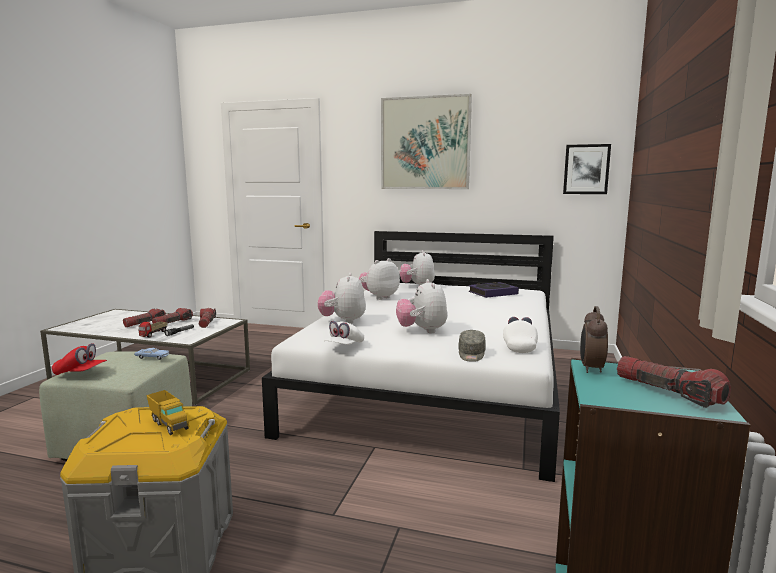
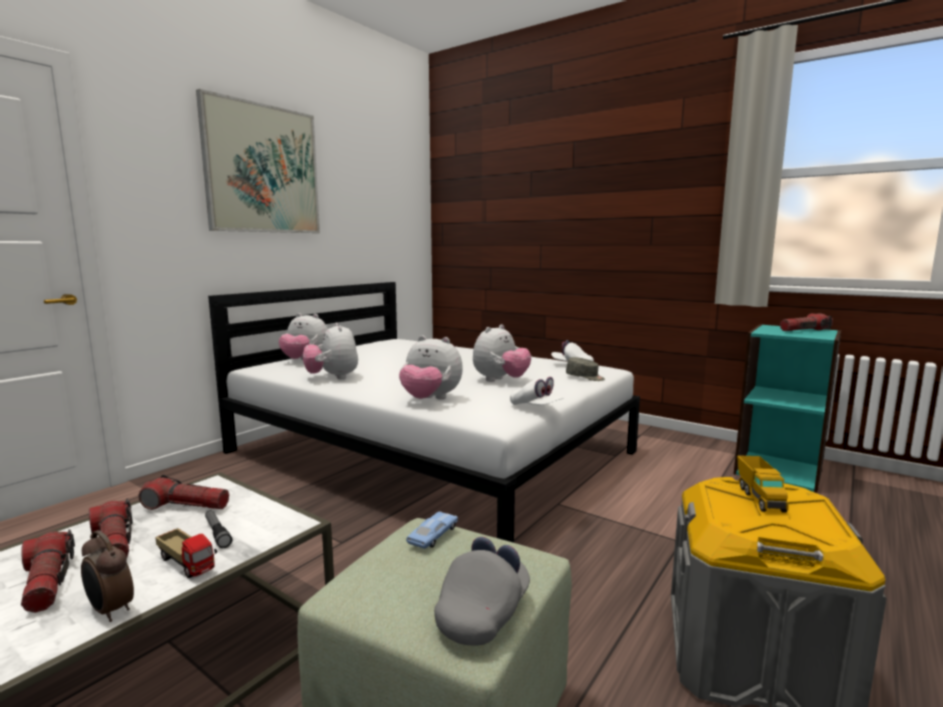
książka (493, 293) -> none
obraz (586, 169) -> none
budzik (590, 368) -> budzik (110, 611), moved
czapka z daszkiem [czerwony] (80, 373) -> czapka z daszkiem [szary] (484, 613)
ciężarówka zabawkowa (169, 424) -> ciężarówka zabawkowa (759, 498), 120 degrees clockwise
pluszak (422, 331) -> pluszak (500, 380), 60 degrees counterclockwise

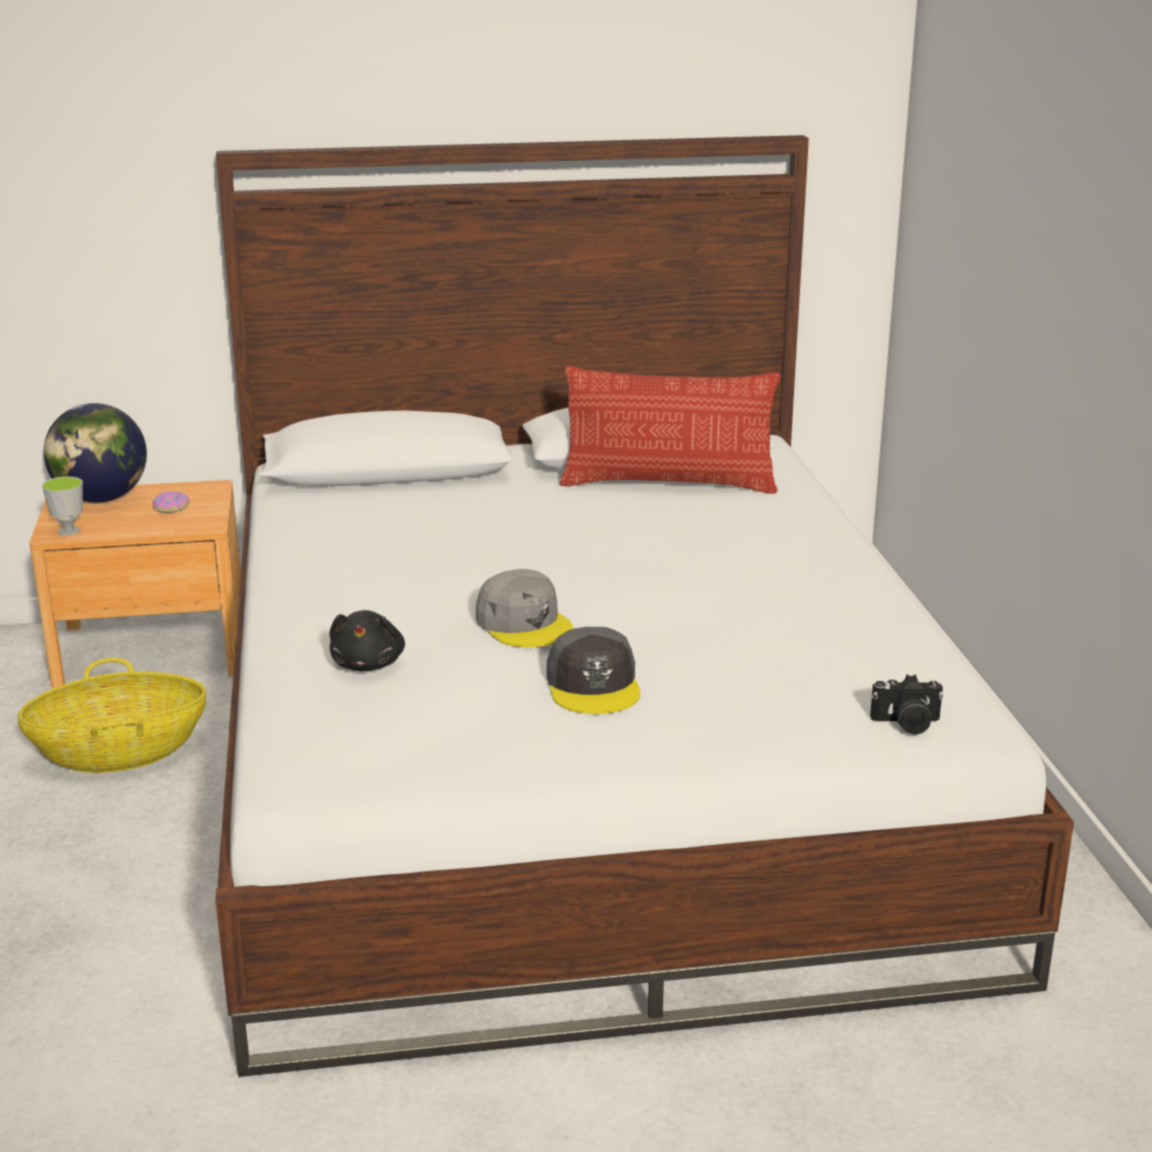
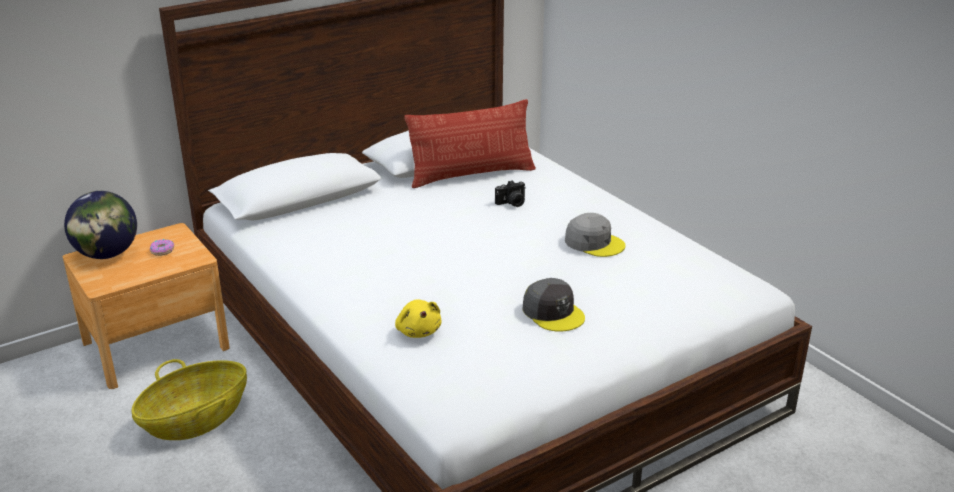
filiżanka (69, 531) -> none
czapka z daszkiem [szary] (524, 623) -> czapka z daszkiem [szary] (594, 243), moved
aparat fotograficzny (906, 724) -> aparat fotograficzny (512, 203), moved
pluszak [czarny] (368, 664) -> pluszak [żółty] (418, 331)

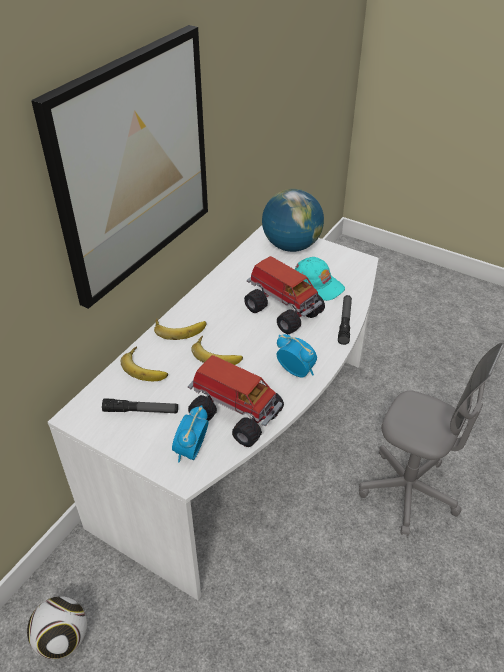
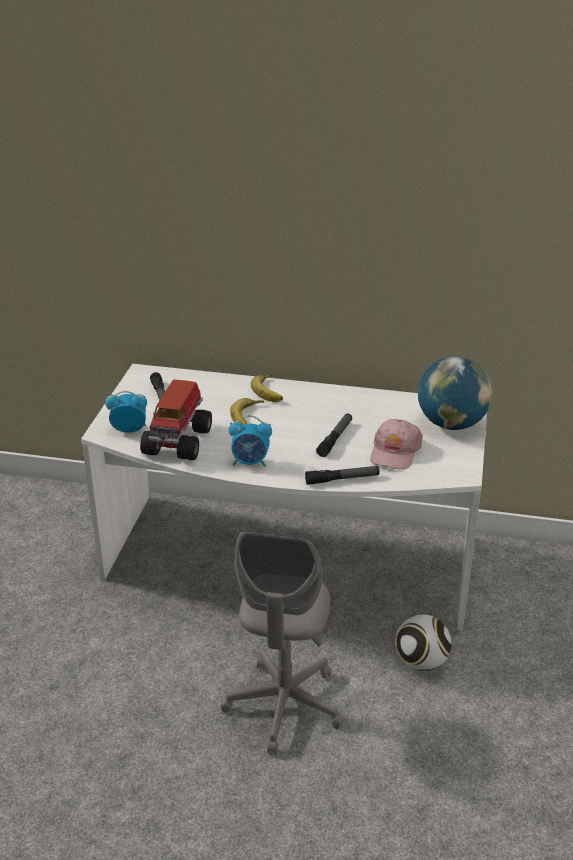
obraz (133, 166) -> none
banan (146, 367) -> none
piłka futbolowa (63, 638) -> piłka futbolowa (421, 662), moved
ciężarówka zabawkowa (282, 310) -> latarka (335, 439)
czapka z daszkiem [turkusowy] (317, 284) -> czapka z daszkiem [różowy] (395, 451)
budzik (296, 371) -> budzik (250, 462), 75 degrees clockwise

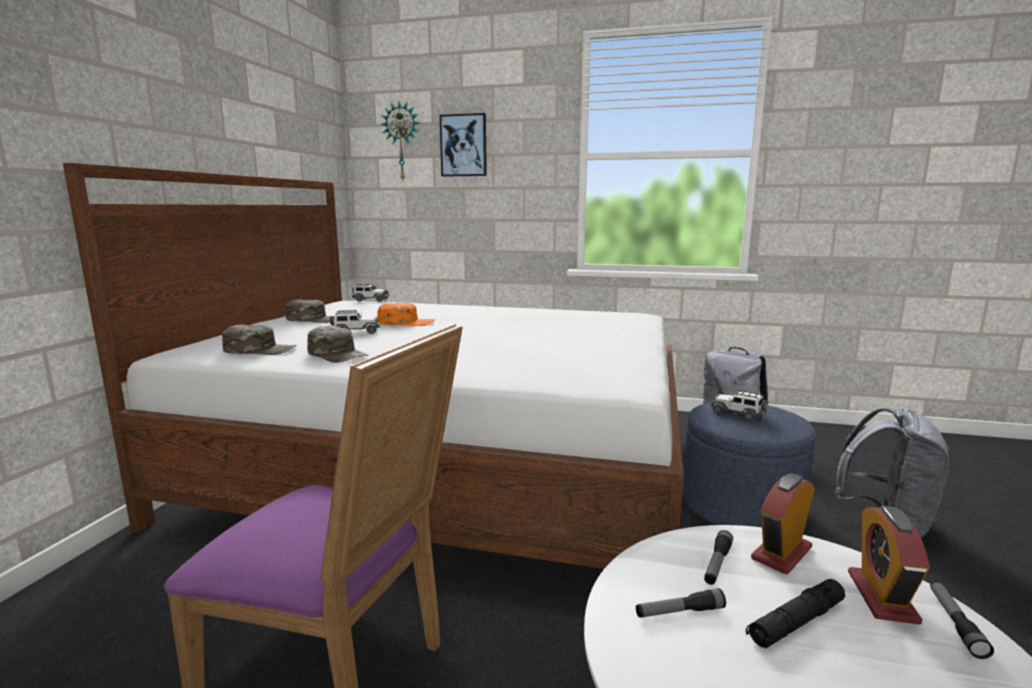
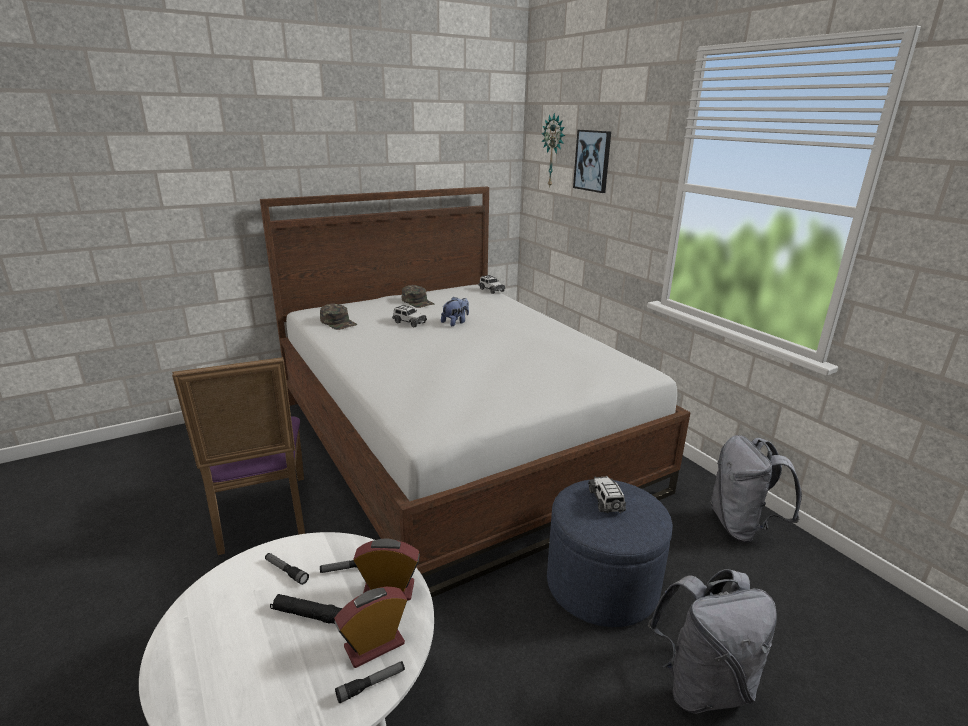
czapka z daszkiem [zielony] (338, 354) -> none
czapka z daszkiem [pomarańczowy] (406, 323) -> pluszak (455, 322)

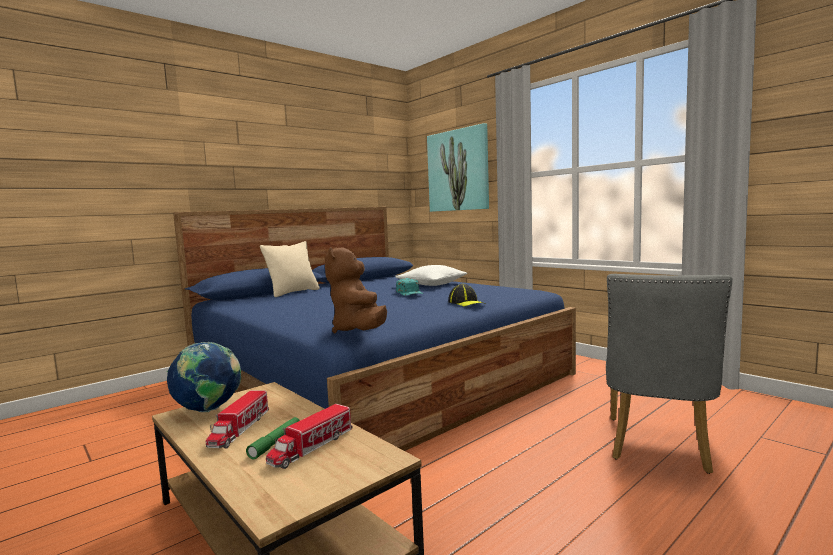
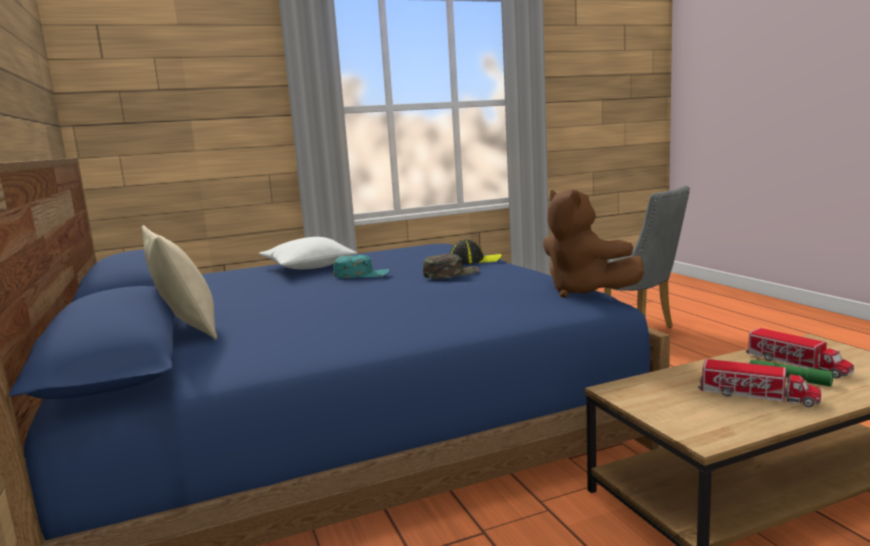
globus (209, 410) -> none
obraz (458, 170) -> none
none -> czapka z daszkiem [zielony] (450, 274)
pluszak [brązowy] (359, 331) -> pluszak [brązowy] (584, 292), 45 degrees clockwise

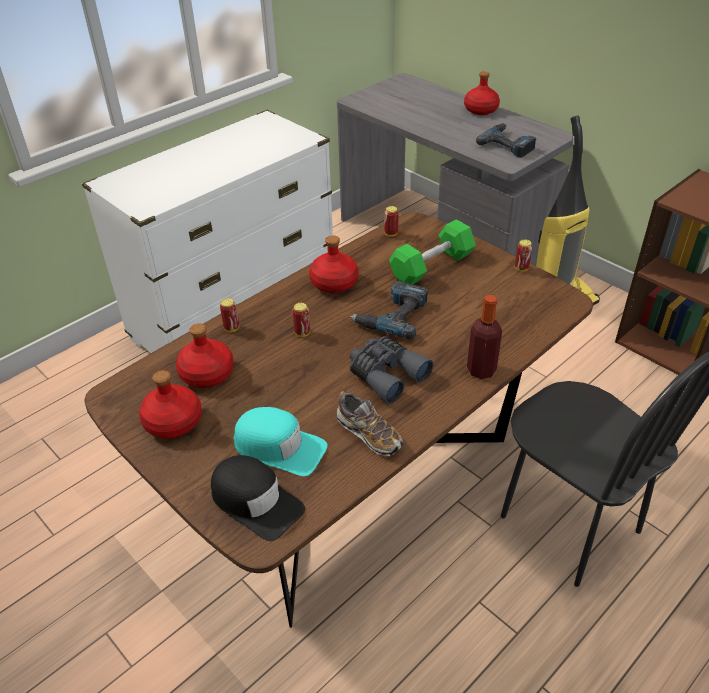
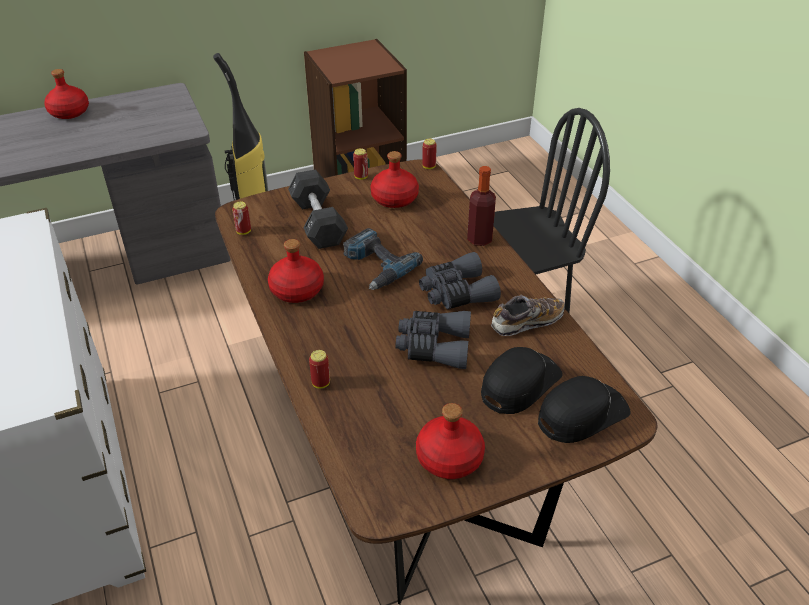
wiertarka (508, 144) -> none
none -> lornetka [szary] (434, 346)
butelka [czerwony] (207, 374) -> butelka [czerwony] (395, 199), moved
puszka (302, 333) -> puszka (429, 167), moved
czapka z daszkiem [turkusowy] (279, 447) -> czapka z daszkiem [czarny] (519, 383)
hantel [zielony] (432, 266) -> hantel [czarny] (318, 222)

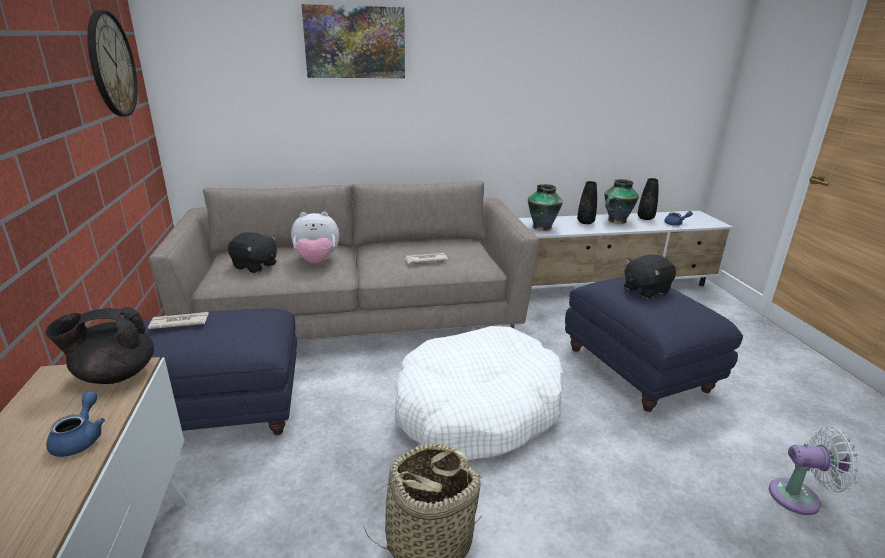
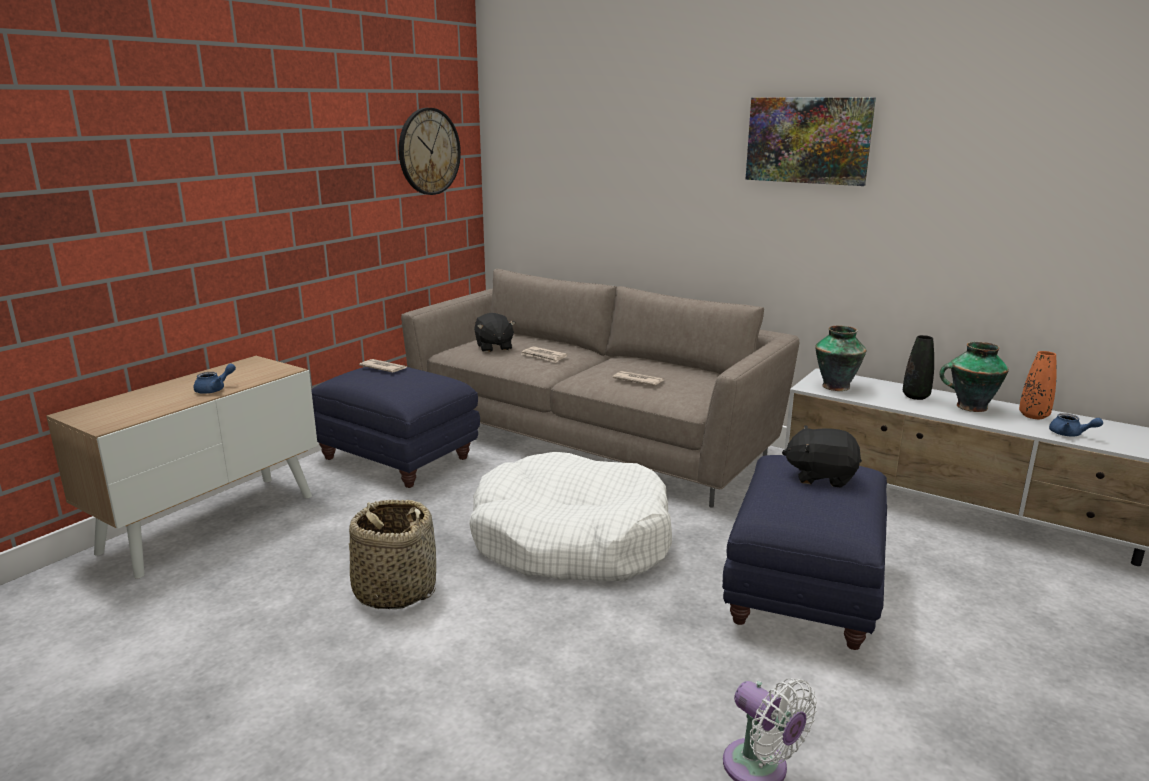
imbryk [czarny] (115, 375) -> none
obraz (355, 42) -> obraz (808, 140), moved
pluszak (317, 261) -> gazeta (544, 356)
wazon [czarny] (645, 218) -> wazon [pomarańczowy] (1033, 416)

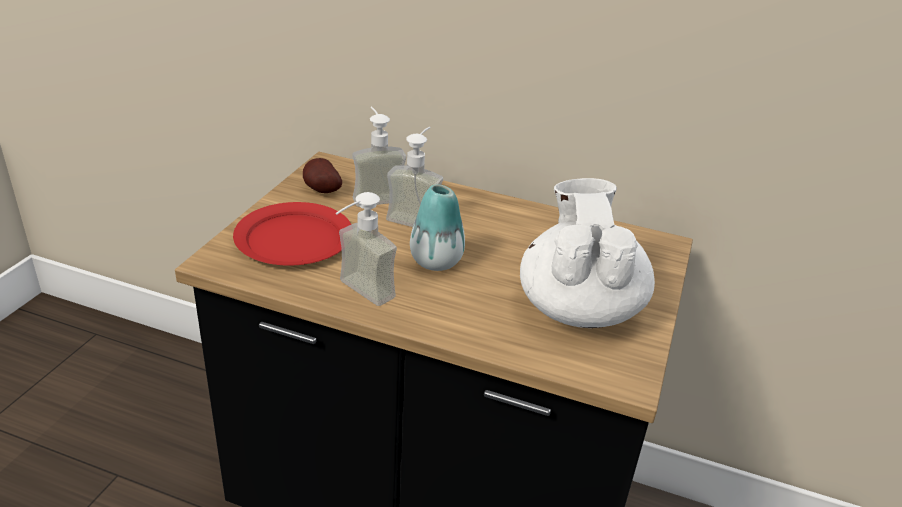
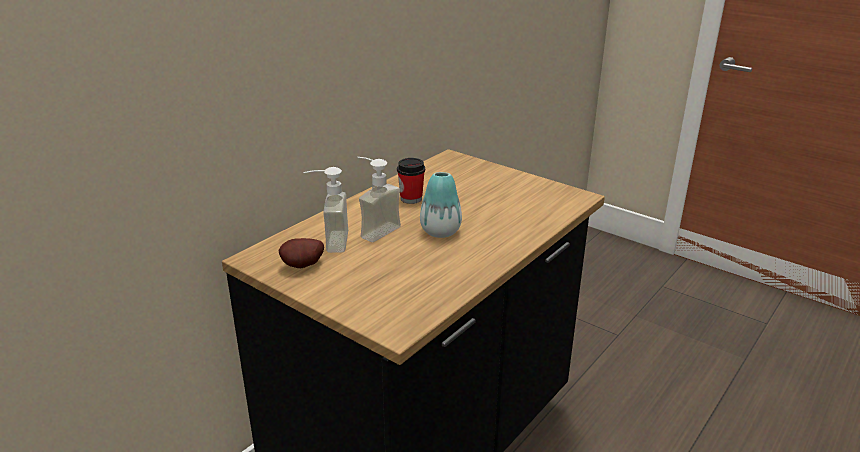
talerz [czerwony] (295, 239) -> none
dozownik mydła (357, 294) -> none
imbryk [biały] (578, 308) -> none
none -> filiżanka (411, 198)

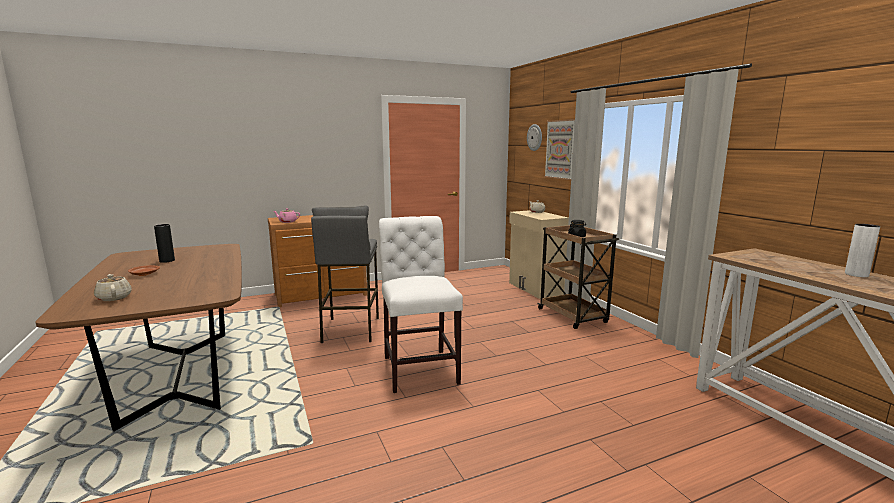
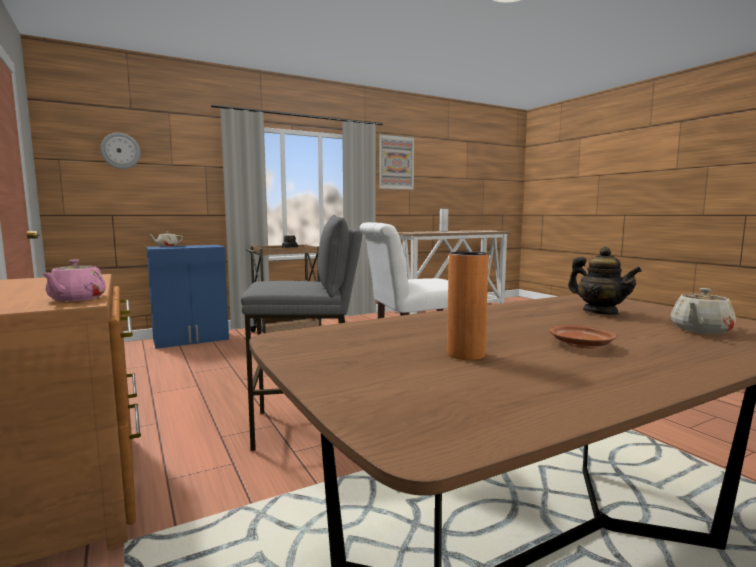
none -> imbryk (600, 312)
obraz (560, 149) -> obraz (396, 162), moved
wazon [czarny] (167, 261) -> wazon [pomarańczowy] (465, 354)
szafka [beżowy] (535, 288) -> szafka [niebieski] (191, 339)

